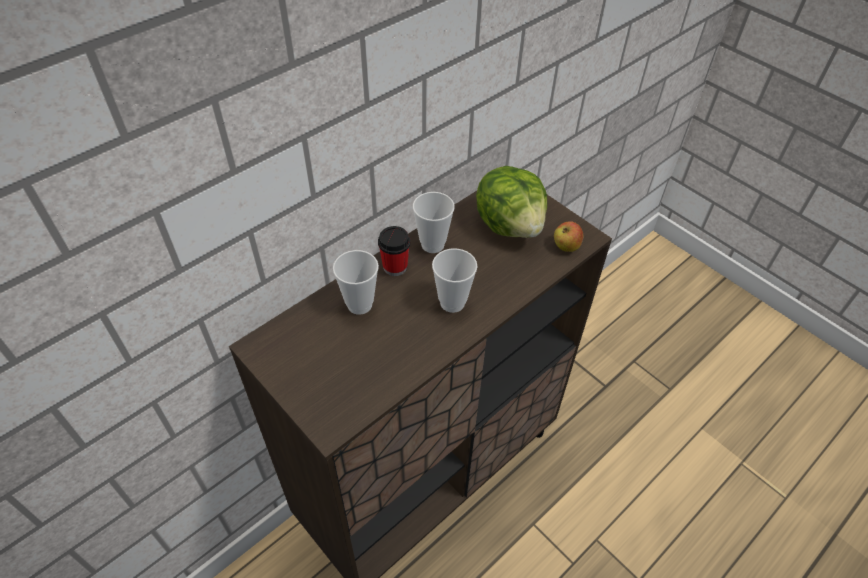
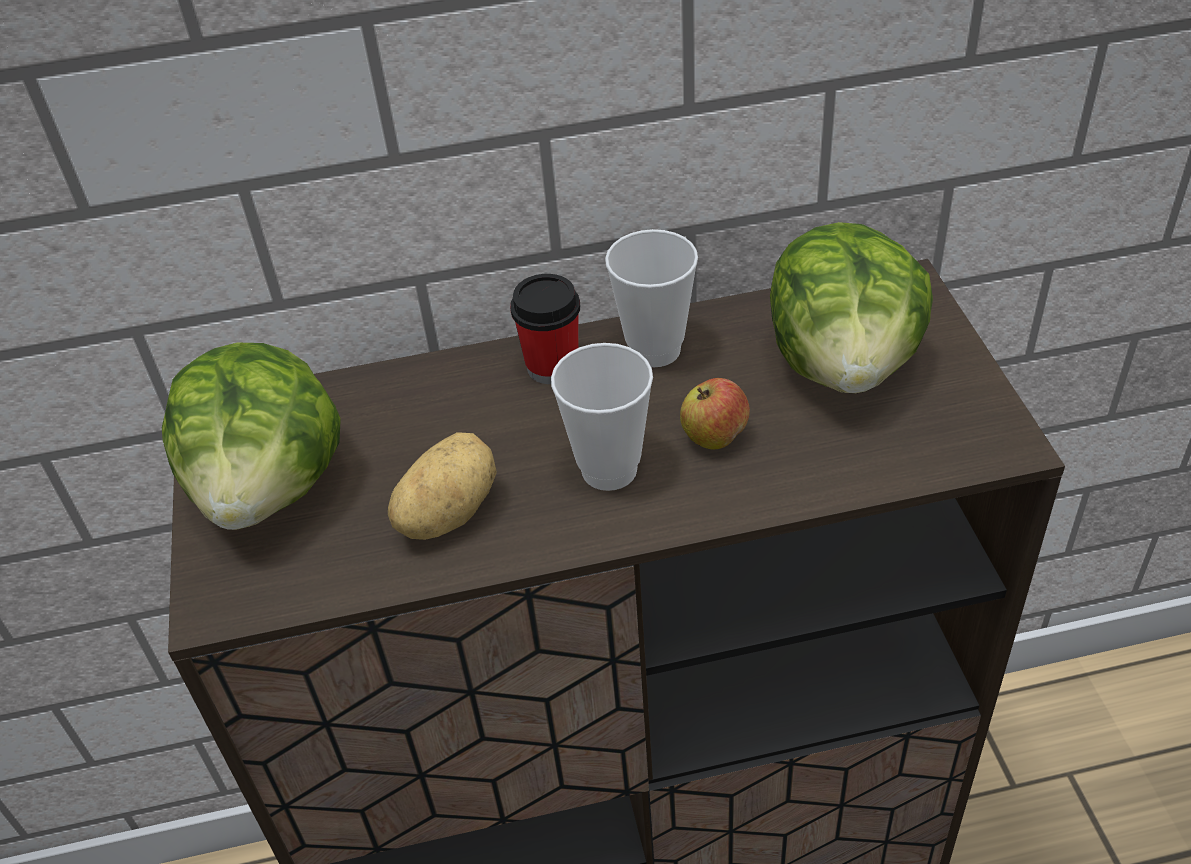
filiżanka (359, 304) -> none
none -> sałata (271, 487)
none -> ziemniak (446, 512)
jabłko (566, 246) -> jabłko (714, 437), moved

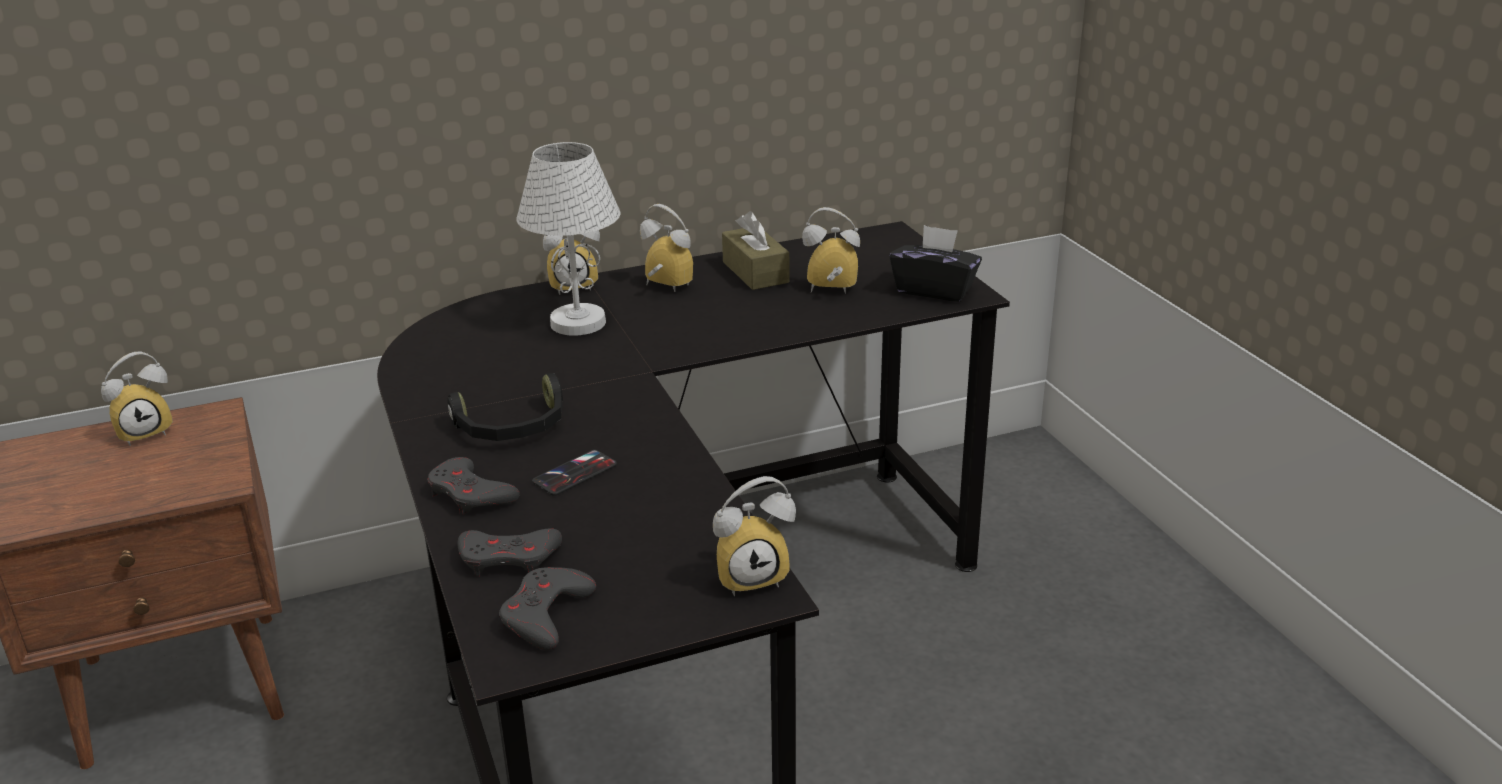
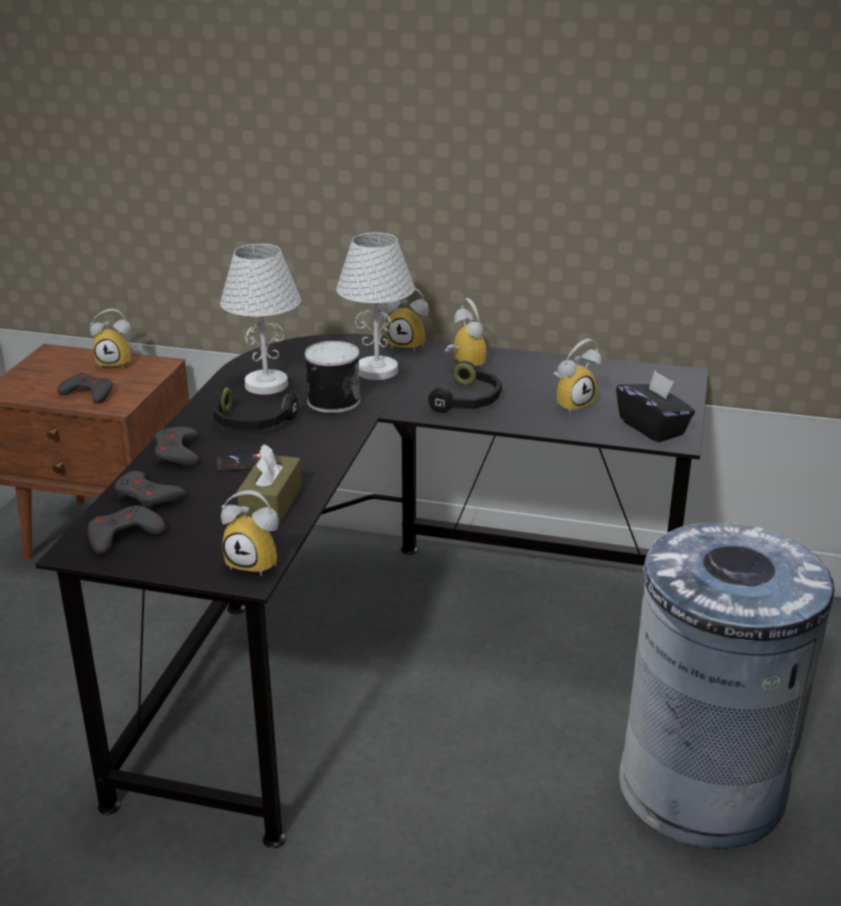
none -> pad do gier [szary] (88, 393)
none -> lampa stołowa [biały] (266, 385)
none -> puszka (332, 400)
none -> słuchawki [czarny] (469, 401)
none -> kosz na śmieci [szary] (702, 788)
pudełko chusteczek [brązowy] (755, 272) -> pudełko chusteczek [brązowy] (271, 503), moved
budzik (830, 292) -> budzik (572, 404), 105 degrees clockwise

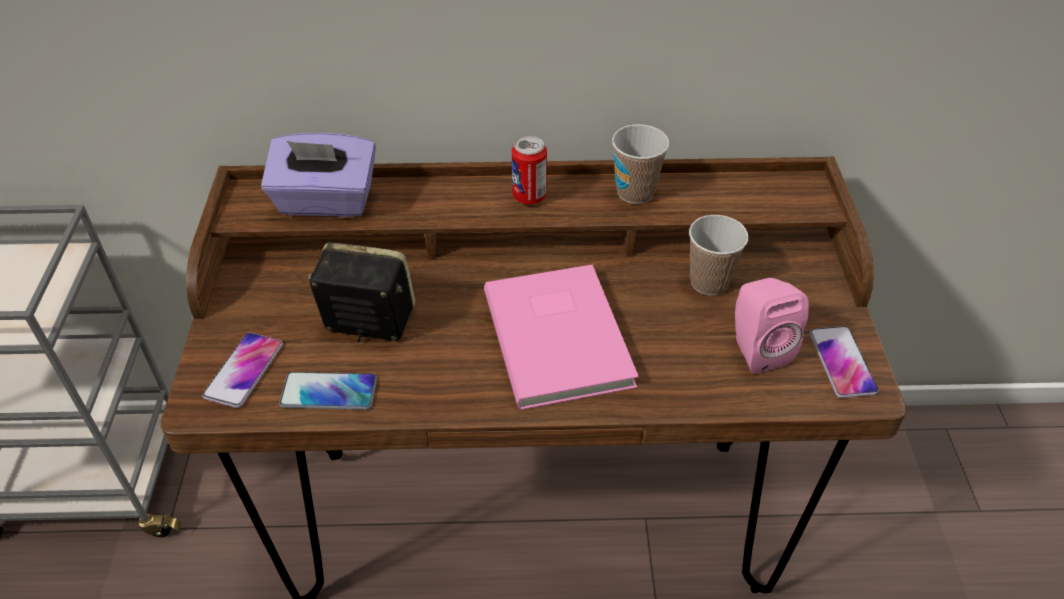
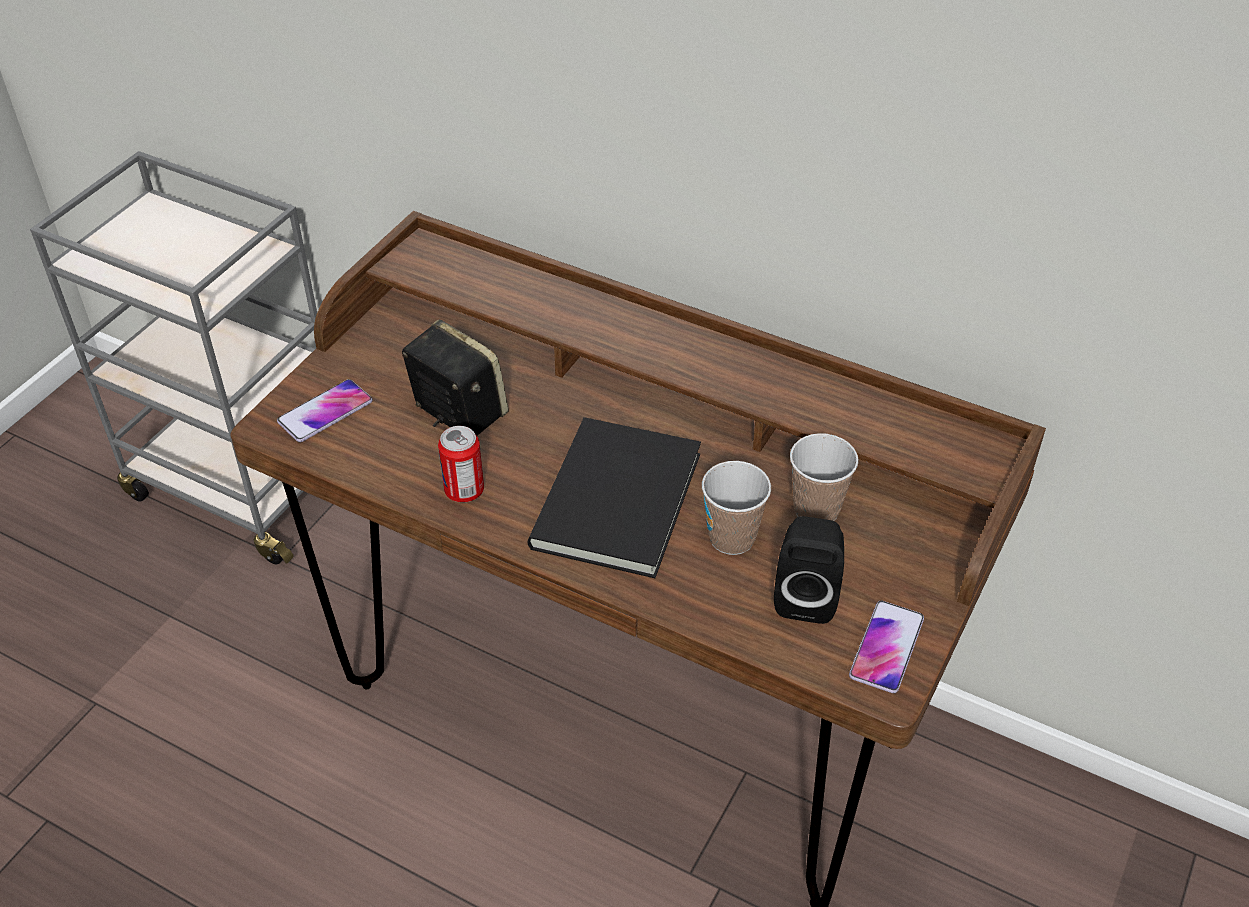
pudełko chusteczek [fioletowy] (326, 202) -> none
telefon (329, 392) -> none
puszka (529, 196) -> puszka (464, 491), moved
filiżanka (635, 192) -> filiżanka (732, 538), moved
książka [różowy] (561, 336) -> książka [czarny] (622, 499)
głośnik [różowy] (756, 349) -> głośnik [czarny] (806, 595)

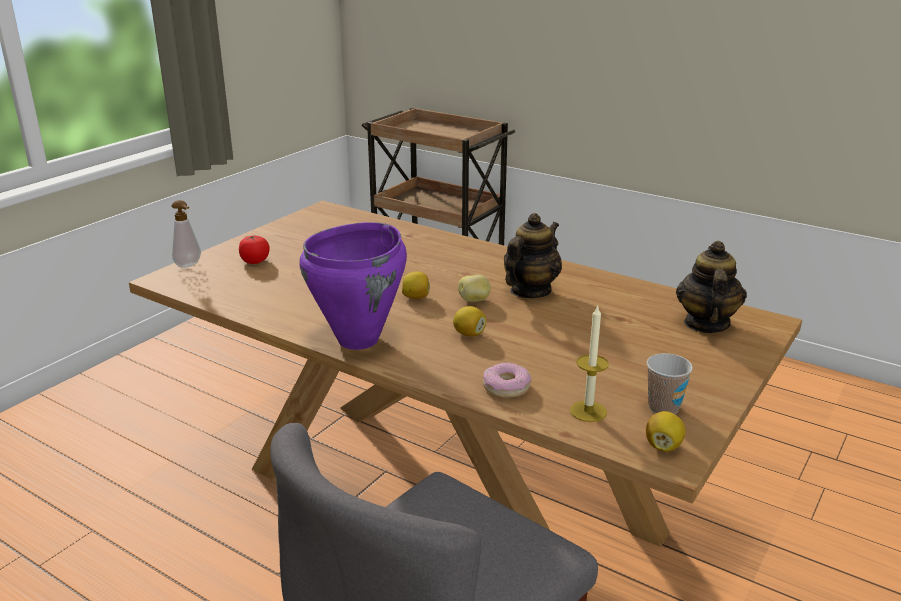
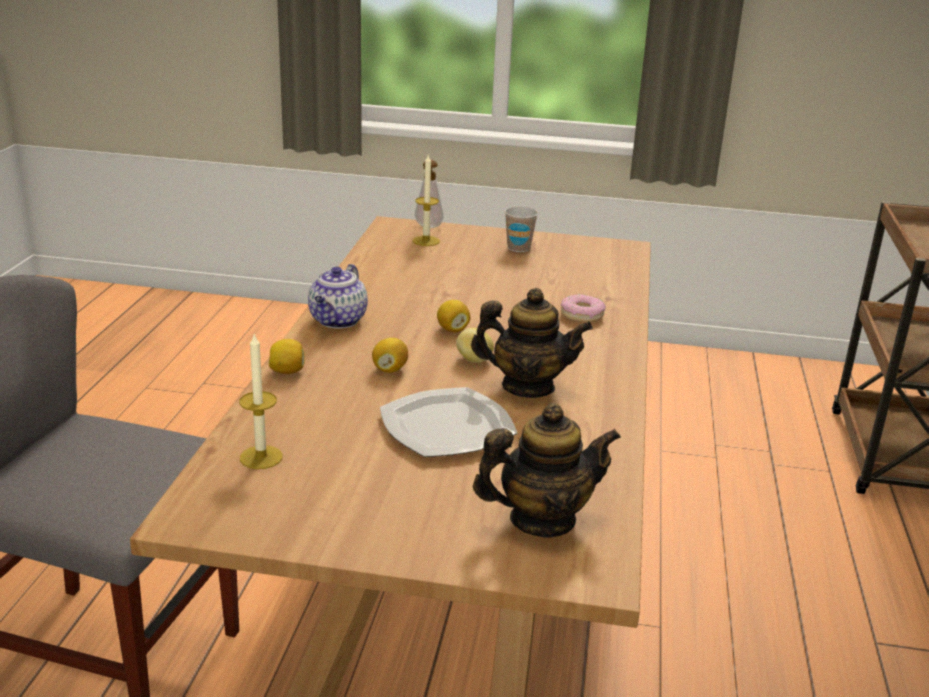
pomidor (255, 261) -> none
none -> talerz (448, 427)
none -> świeca (426, 241)
donut (506, 387) -> donut (582, 315), moved
cytryna (663, 446) -> cytryna (287, 371), moved
filiżanka (663, 408) -> filiżanka (518, 248), moved
garnek [fioletowy] (359, 340) -> imbryk (338, 321)

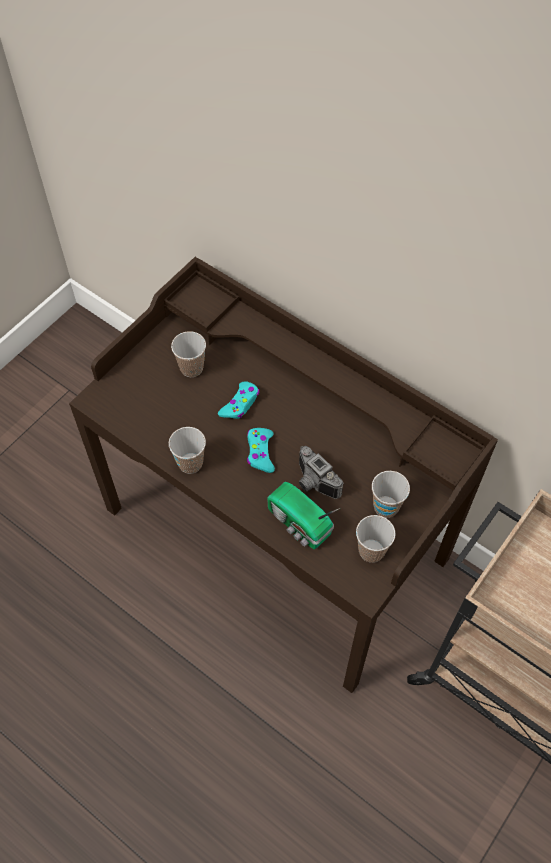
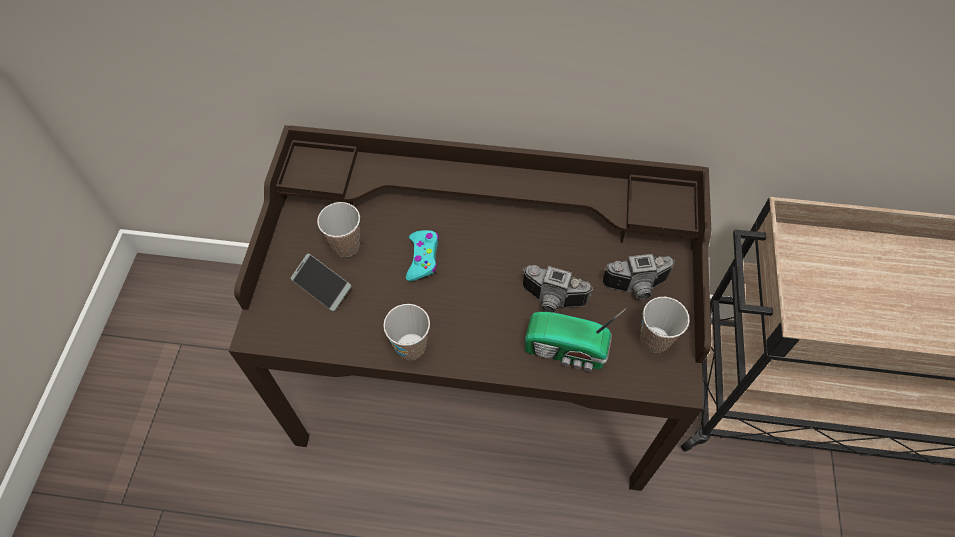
pad do gier [turkusowy] (260, 453) -> none
none -> telefon (322, 285)
filiżanka (386, 507) -> aparat fotograficzny (637, 288)

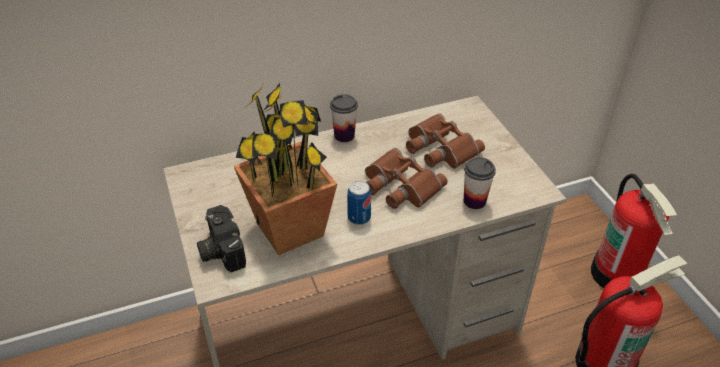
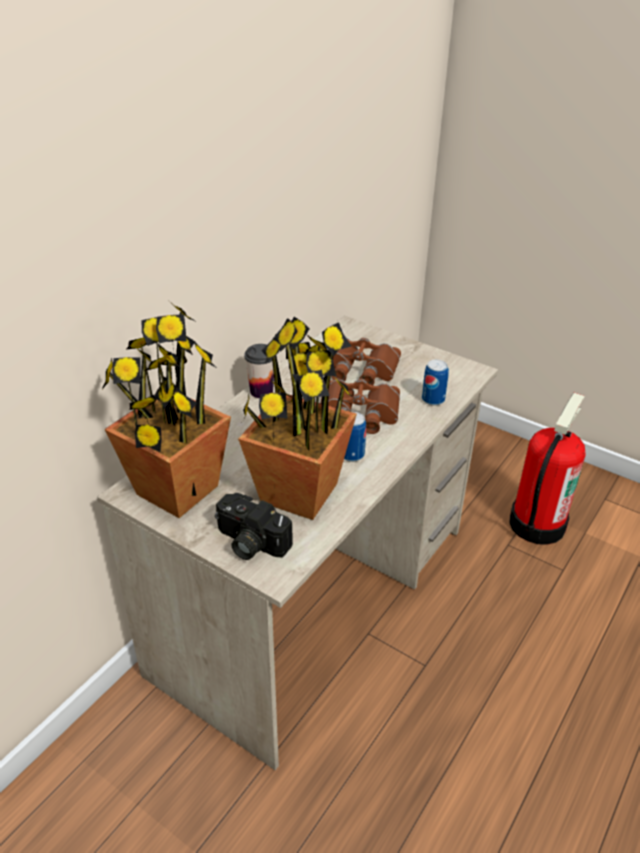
gaśnica (617, 274) -> none
none -> roślina doniczkowa (177, 491)
filiżanka (474, 201) -> puszka (433, 399)

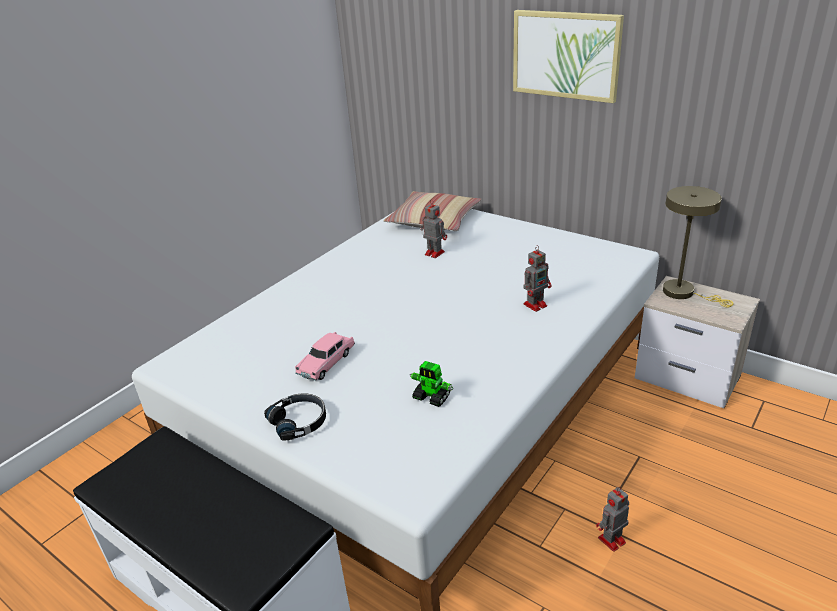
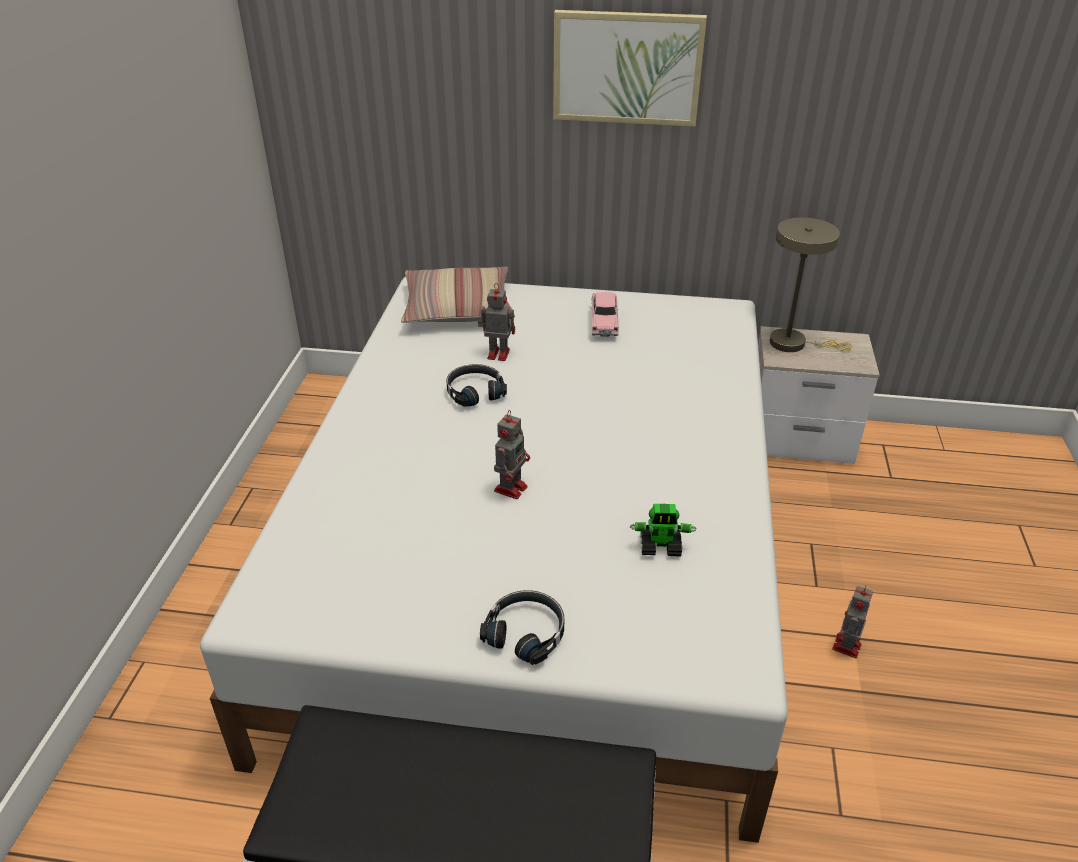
none -> słuchawki [czarny] (474, 391)
samochodzik [różowy] (327, 363) -> samochodzik [różowy] (604, 323), moved
robot zabawkowy (536, 304) -> robot zabawkowy (511, 487), moved

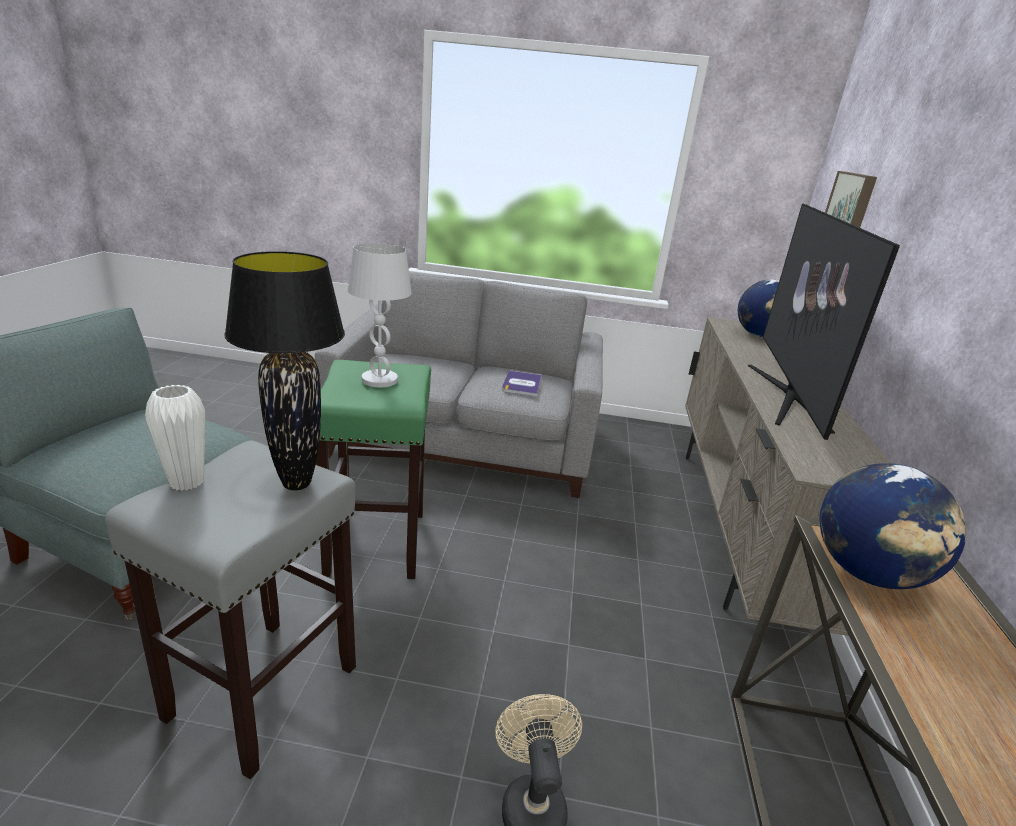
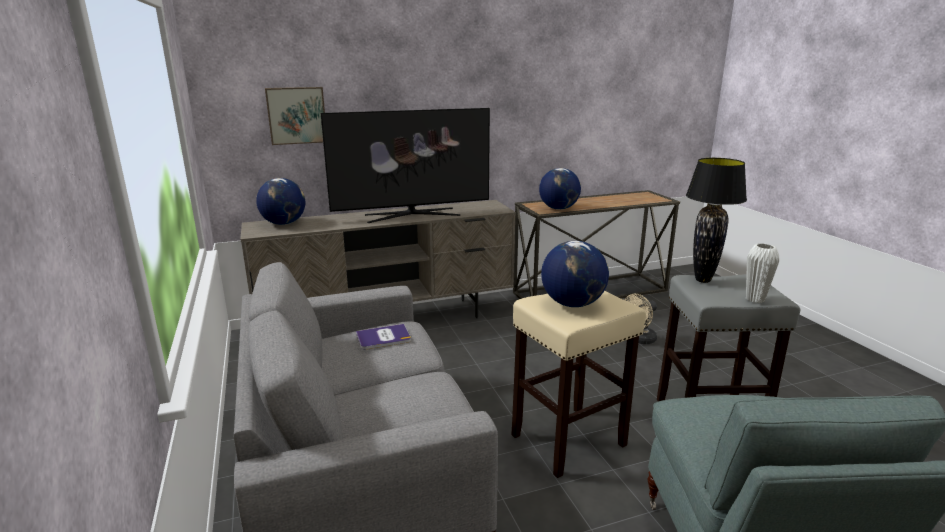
lampa stołowa [biały] (380, 380) -> globus (572, 304)
stołek [zielony] (376, 543) -> stołek [beżowy] (569, 439)

